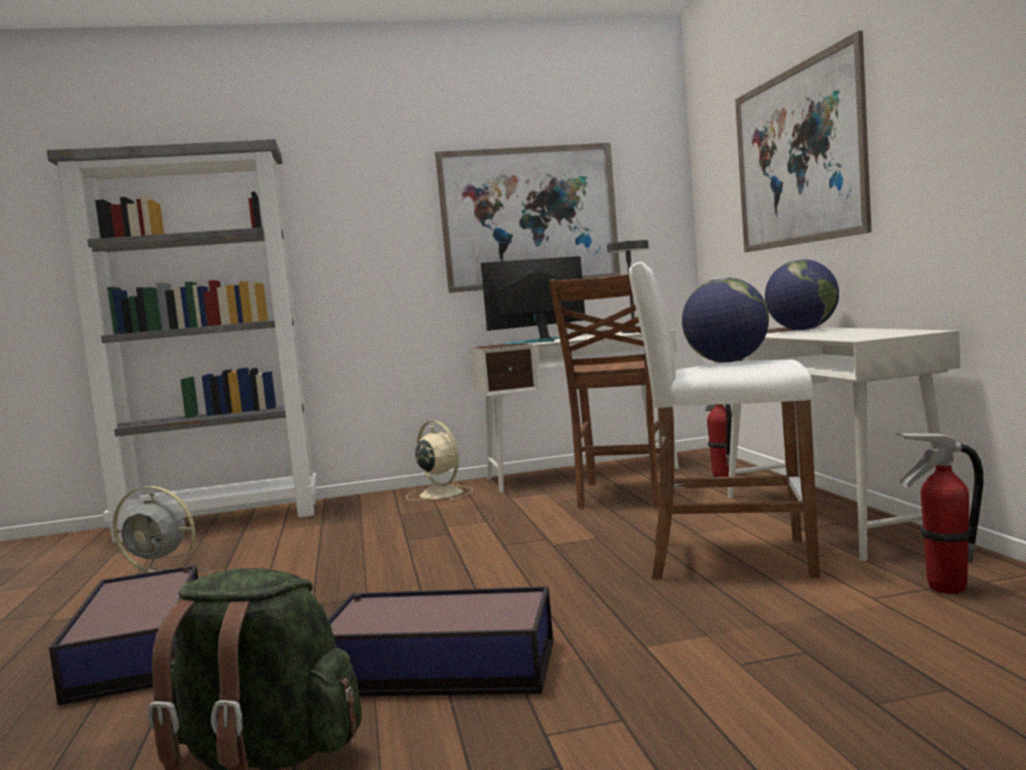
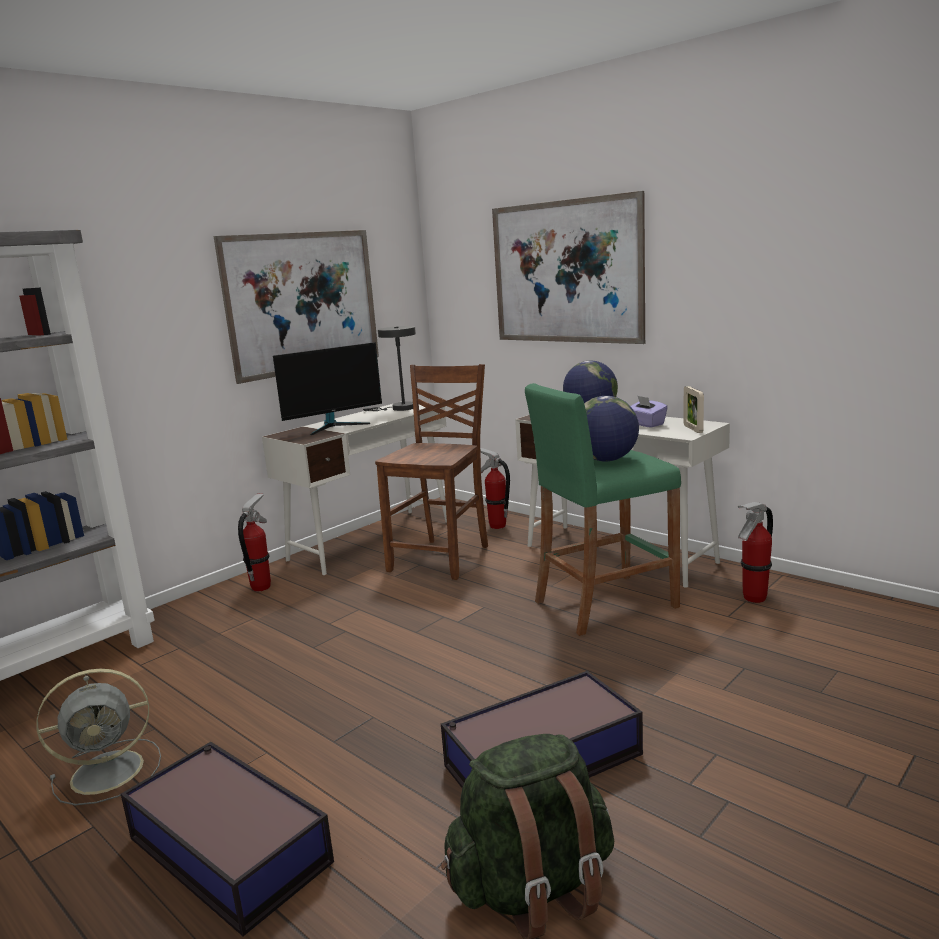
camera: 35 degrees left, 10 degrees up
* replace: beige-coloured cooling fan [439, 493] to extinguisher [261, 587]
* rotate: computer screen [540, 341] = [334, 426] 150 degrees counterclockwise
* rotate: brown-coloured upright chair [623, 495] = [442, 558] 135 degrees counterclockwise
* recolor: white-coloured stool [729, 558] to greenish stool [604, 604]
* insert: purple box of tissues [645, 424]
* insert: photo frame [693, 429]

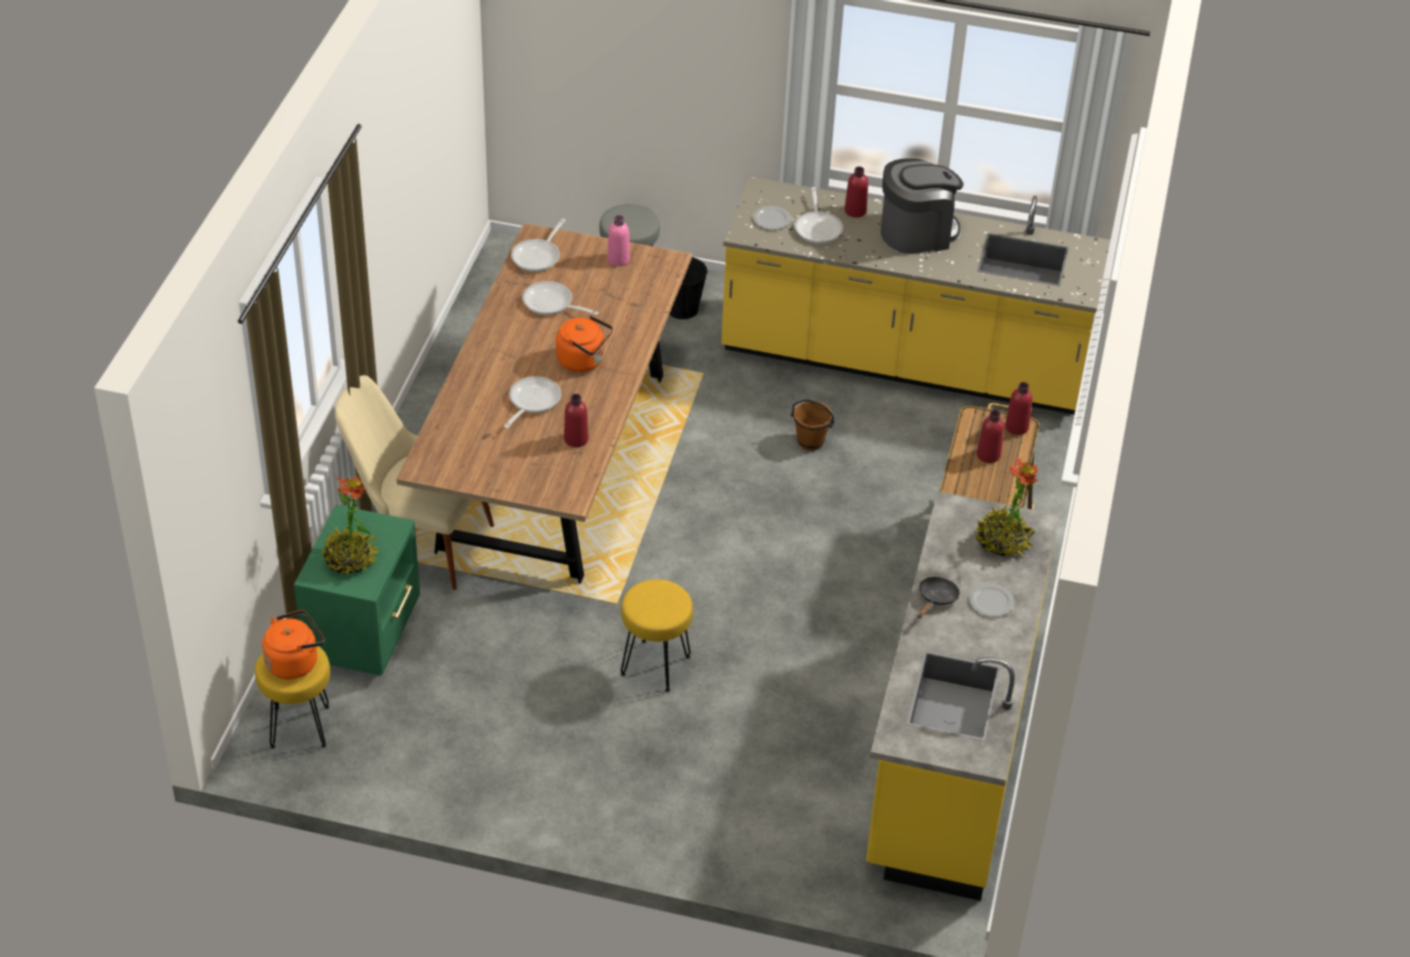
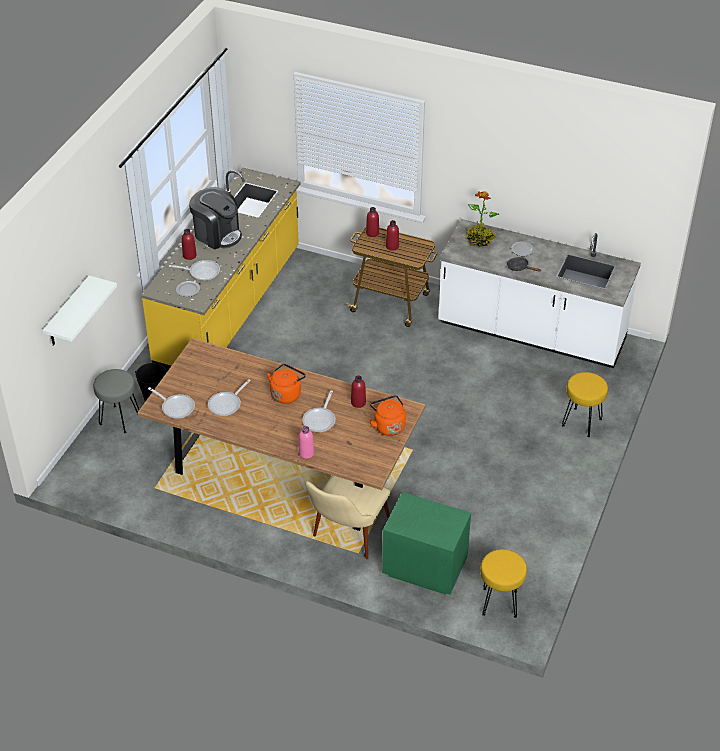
camera: 80 degrees left, 0 degrees up
* insert: white-coloured bracket shelf [68, 313]
* rotate: coffee brewer [917, 232] = [217, 234] 135 degrees clockwise
* move: pinkish beverage bottle [618, 259] to [306, 453]
* rotate: frying pan [532, 402] = [320, 419] 105 degrees counterclockwise
* move: orangey kettle [295, 662] to [388, 425]
* recolor: yellow-coloured kitchen base unit [949, 751] to white-coloured kitchen base unit [531, 333]
* move: yellow-coloured stool [656, 665] to [581, 422]
* delete: potted plant [349, 560]
* delete: brown-coloured pail [810, 441]

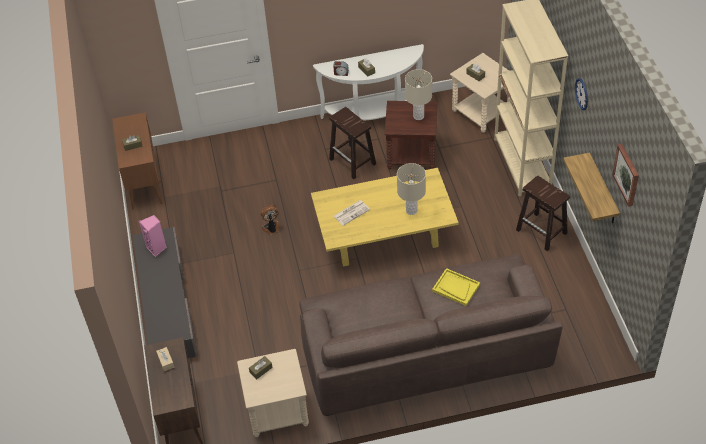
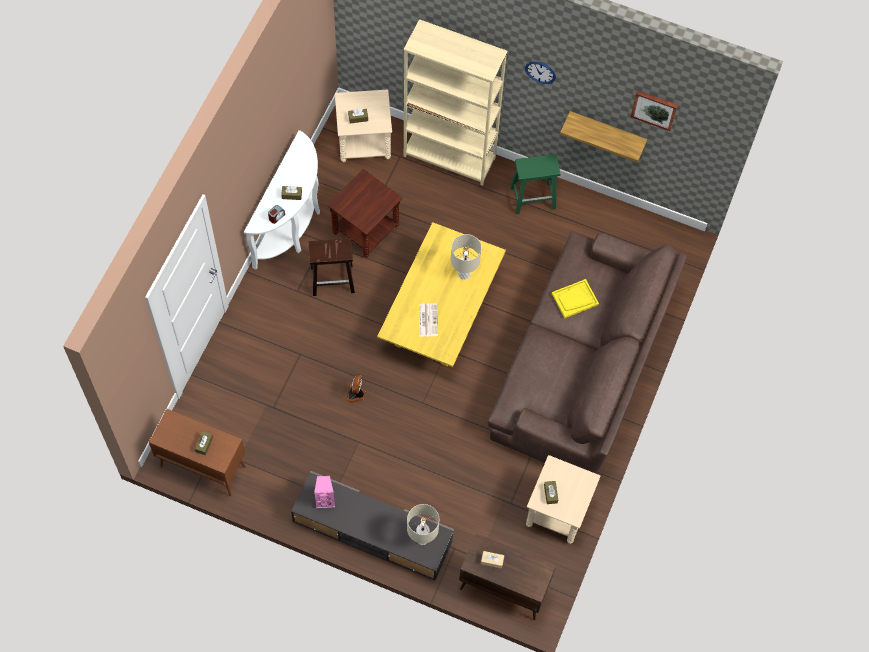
camera: 60 degrees left, 15 degrees up
* move: beige-coloured lamp for a table [418, 116] to [422, 538]
* recolor: brown-coloured stool [542, 232] to greenish stool [533, 197]

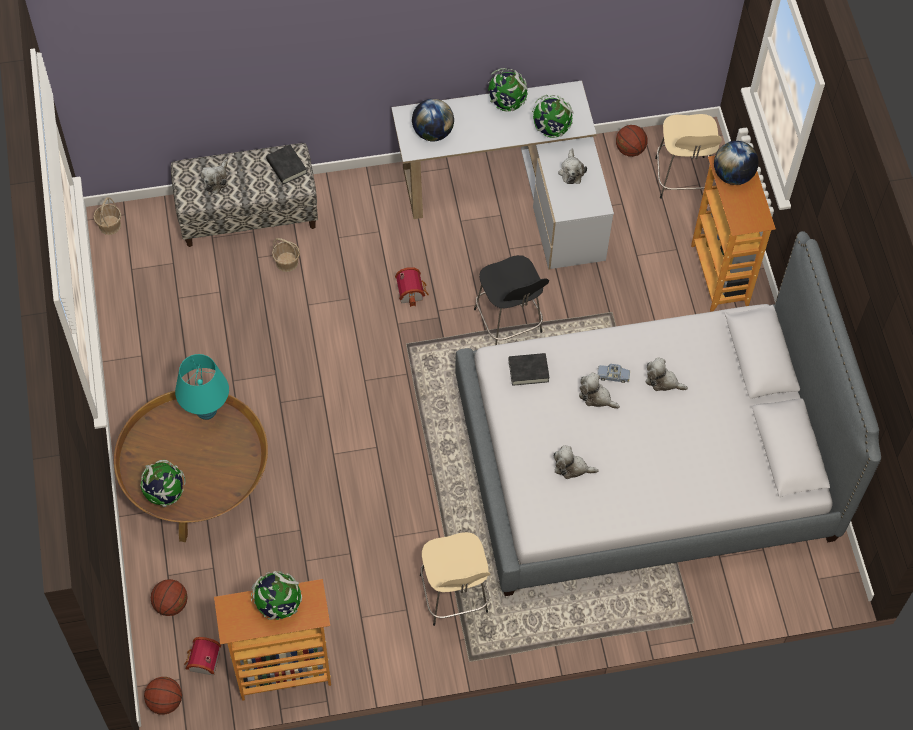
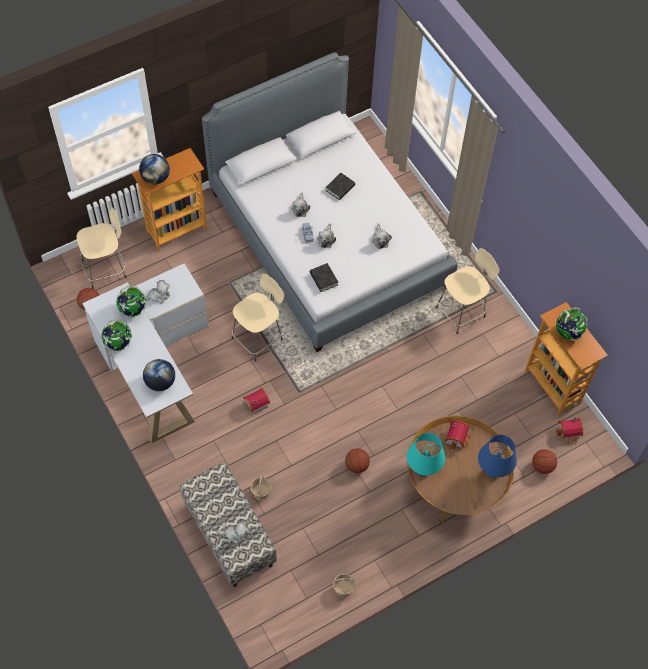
camera: 110 degrees left, 0 degrees up
* recolor: black-coloured stool [509, 323] to beige-coloured stool [258, 338]
* move: black-coloured bound book [286, 167] to [340, 188]
* move: household basket [109, 225] to [343, 588]
* move: ball for basketball [165, 701] to [356, 465]
* insert: miniature house [457, 438]
* replace: world globe [165, 494] to bluish lamp for a table [492, 472]

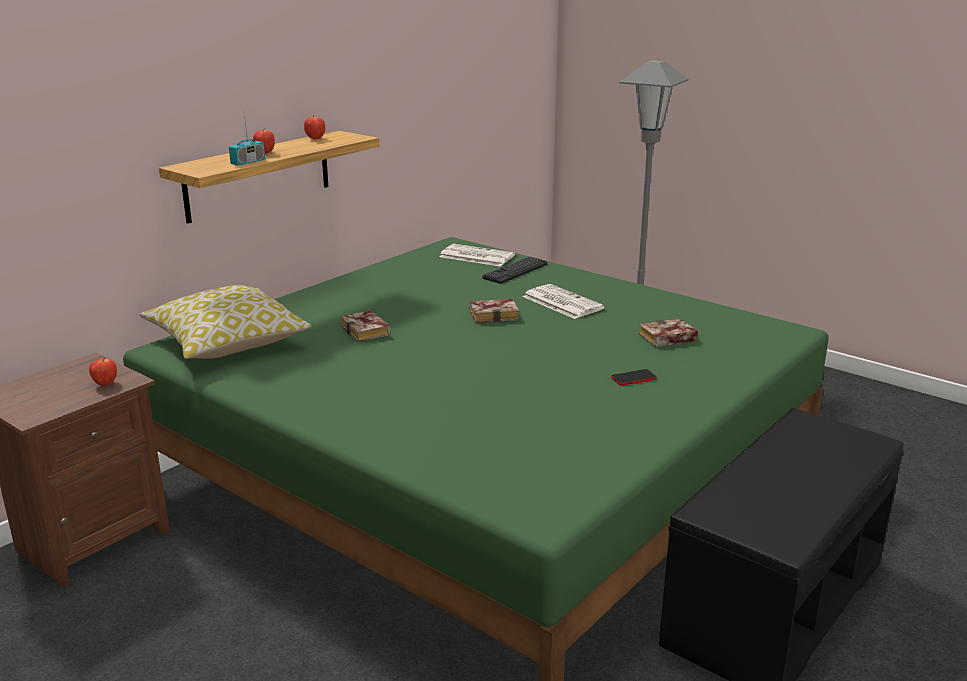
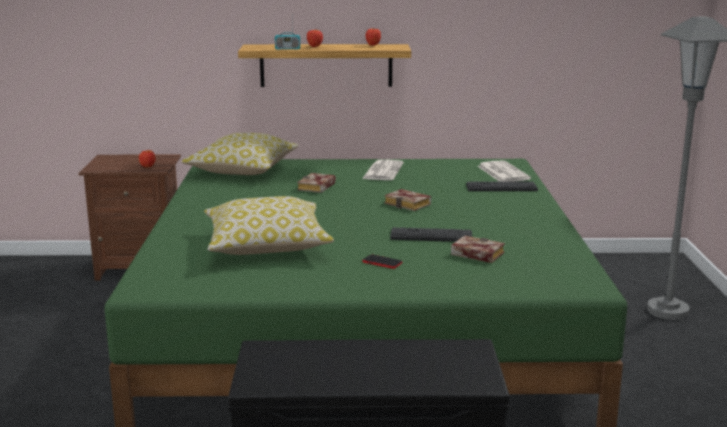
camera: 50 degrees right, 5 degrees down
* insert: throw pillow [266, 246]
* move: newspaper [561, 302] to [382, 171]
* insert: PC keyboard [431, 236]

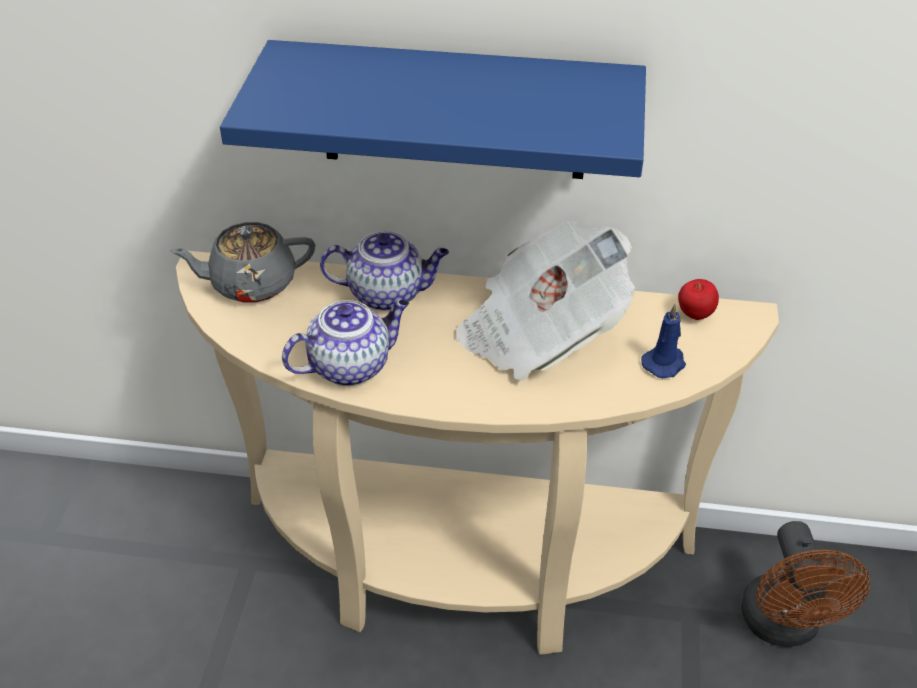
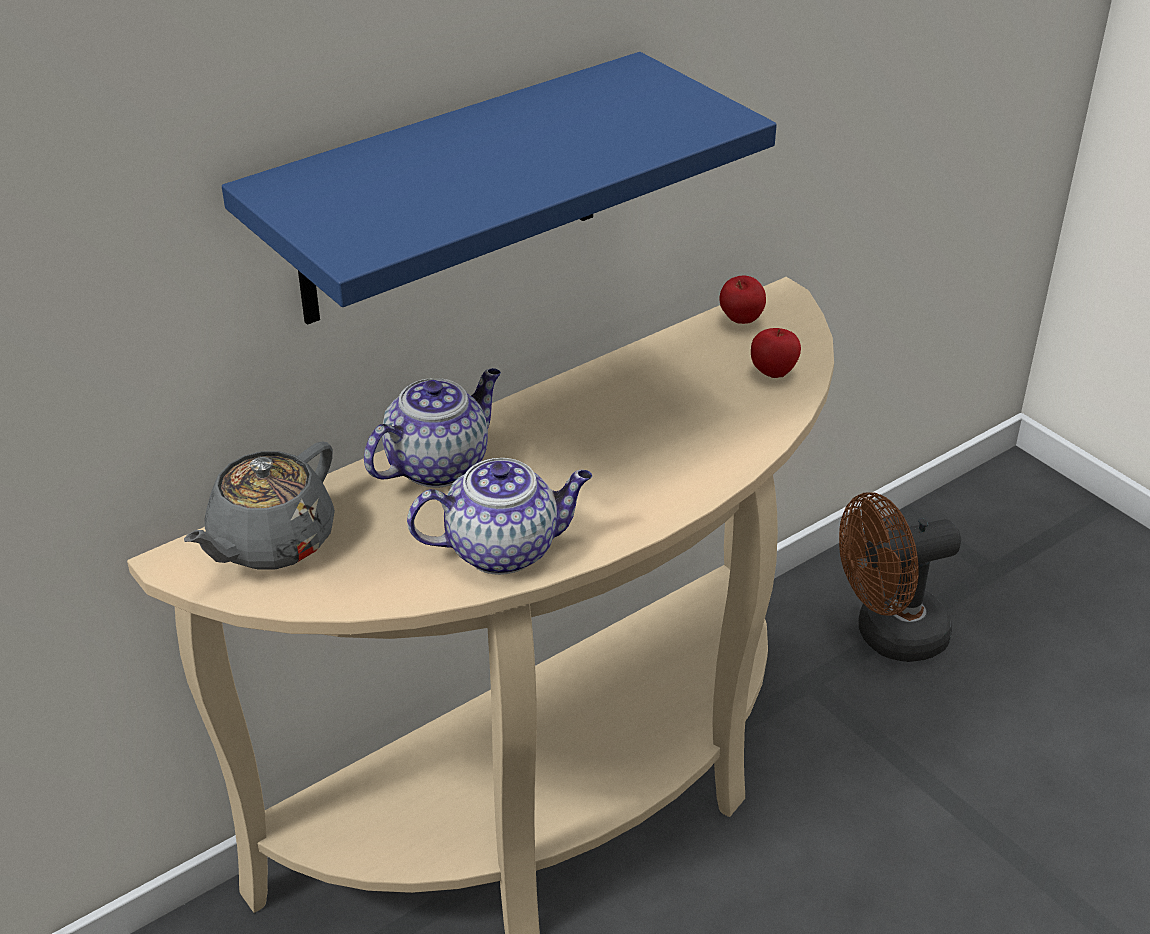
camera: 45 degrees left, 5 degrees down
* rotate: tea pot [351, 365] = [504, 549] 60 degrees clockwise
* replace: bluish candle [664, 363] to apple [773, 373]
* rotate: brown-coloured cooling fan [784, 627] = [888, 636] 120 degrees clockwise
* delete: newspaper [540, 332]

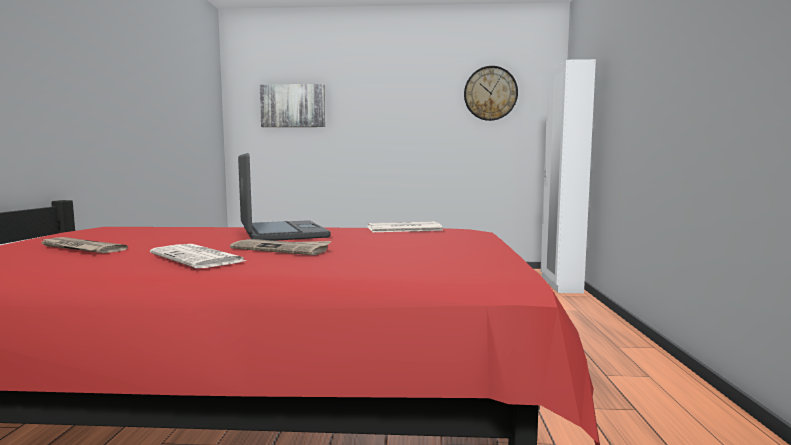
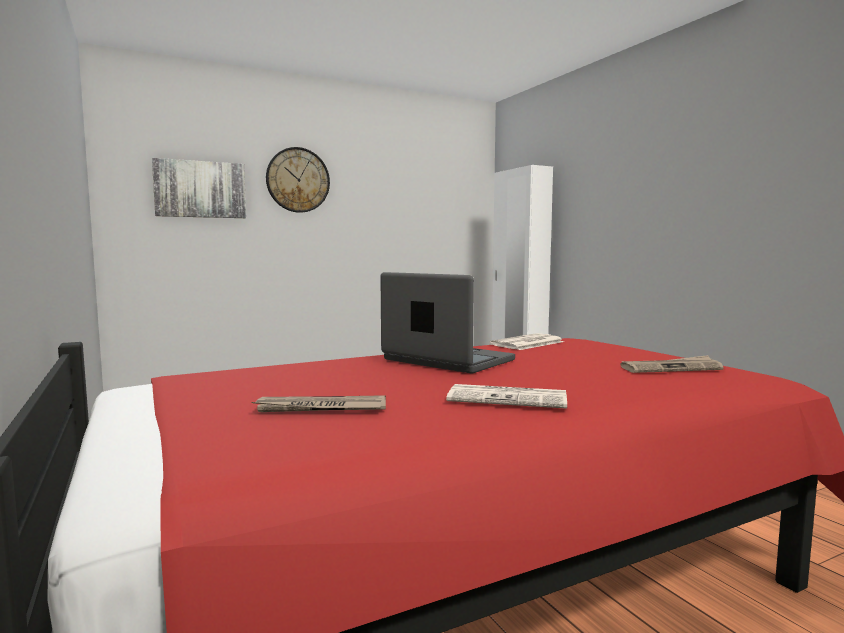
camera: 30 degrees left, 0 degrees up
* move: wall clock [490, 93] to [298, 180]
* move: newspaper [281, 249] to [671, 368]

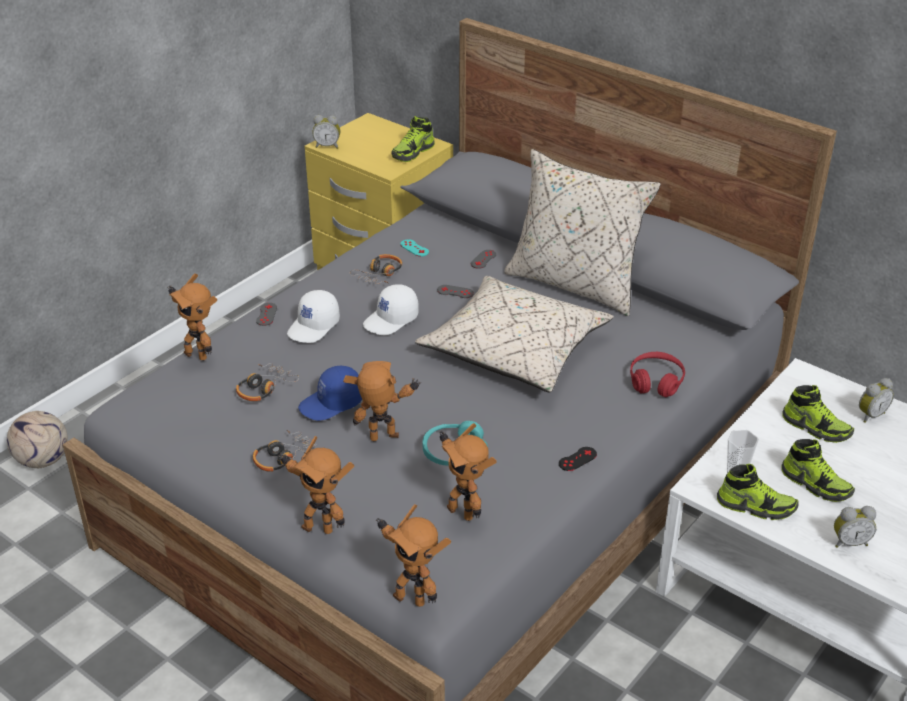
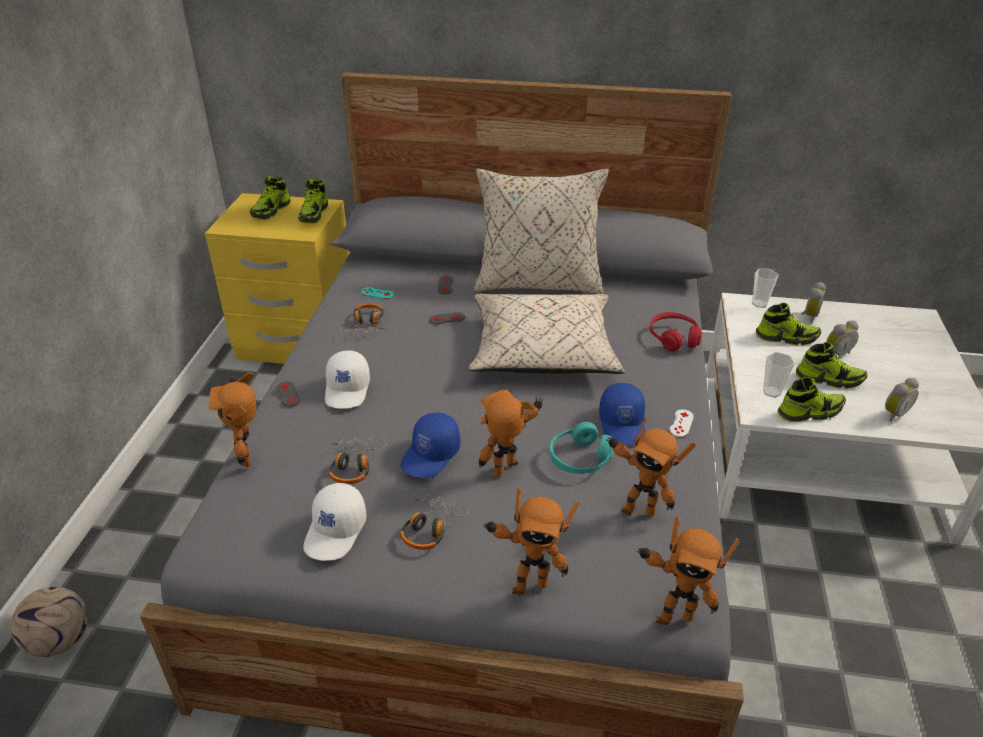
camera: 30 degrees left, 0 degrees up
* rotate: toy robot [198, 354] = [249, 457] 60 degrees clockwise
* insert: low shoe [271, 211]
* move: white-coloured peaked cap [391, 320] to [336, 532]
* insert: bluish peaked cap [623, 424]
* recolor: black-coloured joypad [577, 459] to white-coloured joypad [681, 423]
* insert: cup [759, 304]
* move: alarm clock [327, 146] to [836, 353]

